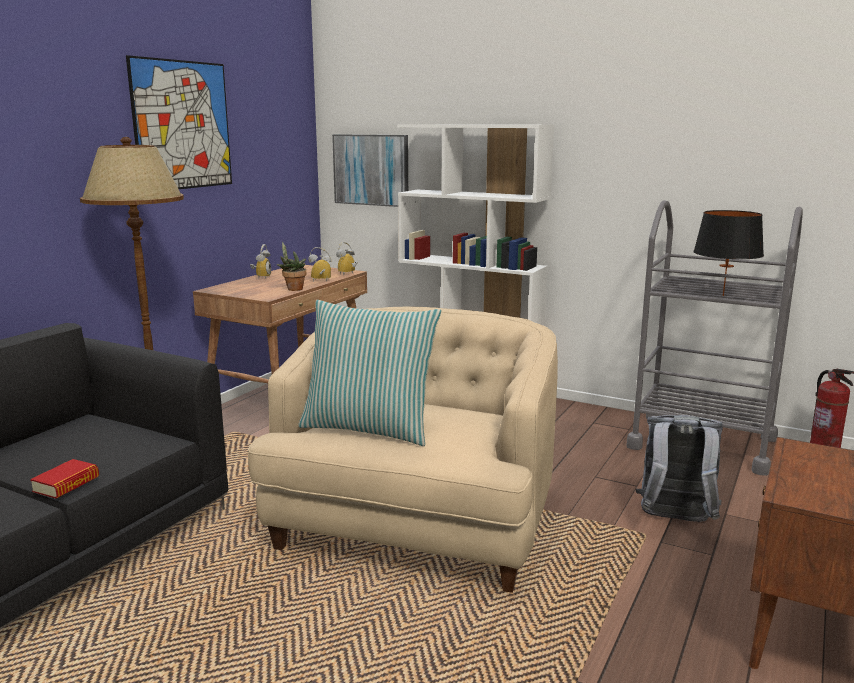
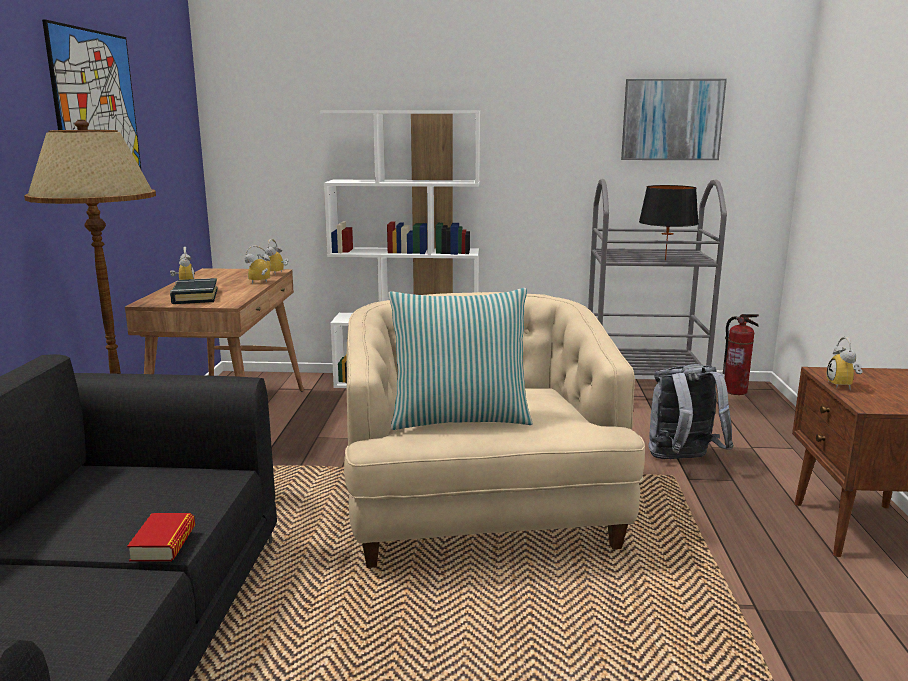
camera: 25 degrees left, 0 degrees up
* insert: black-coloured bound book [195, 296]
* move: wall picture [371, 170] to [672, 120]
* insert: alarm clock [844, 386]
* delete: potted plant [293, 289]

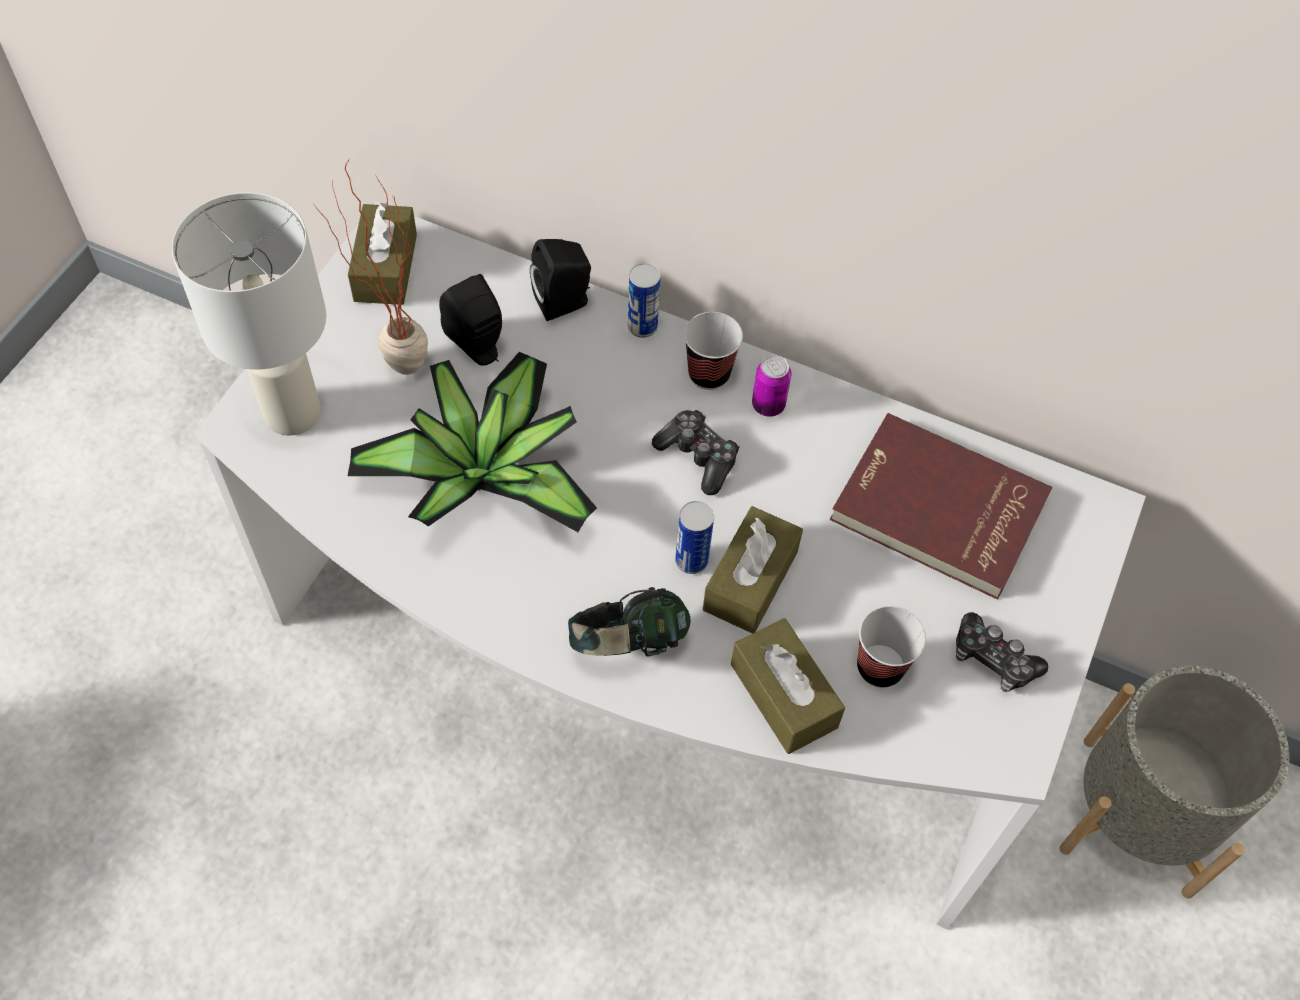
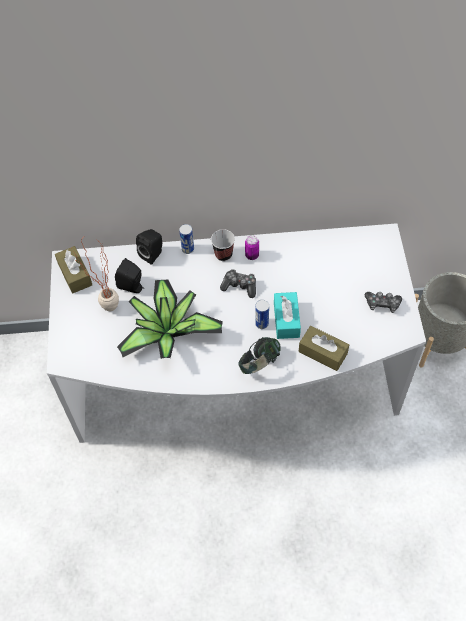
camera: 25 degrees left, 0 degrees up
* recolor: brown-coloured box of tissues [750, 580] to turquoise-coloured box of tissues [286, 320]
* delete: white-coloured lamp for a table [292, 411]
* delete: red-coloured bound book [937, 511]
* delete: cup [880, 667]

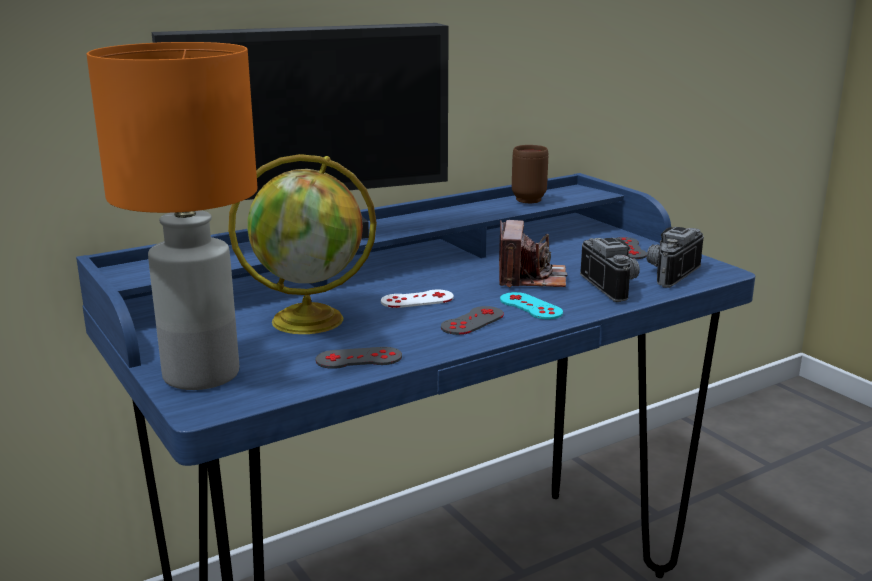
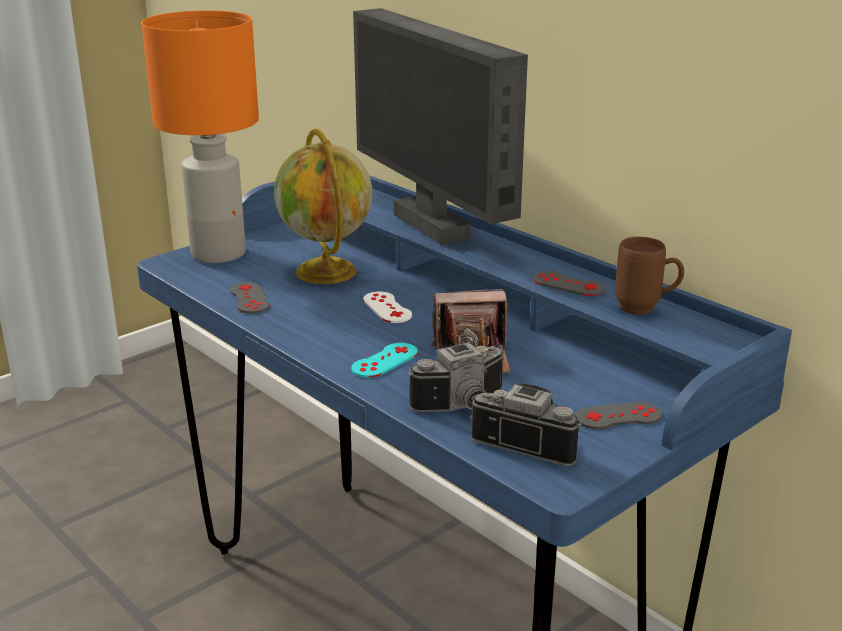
camera: 80 degrees right, 5 degrees up
* move: grey joypad [472, 321] to [568, 284]

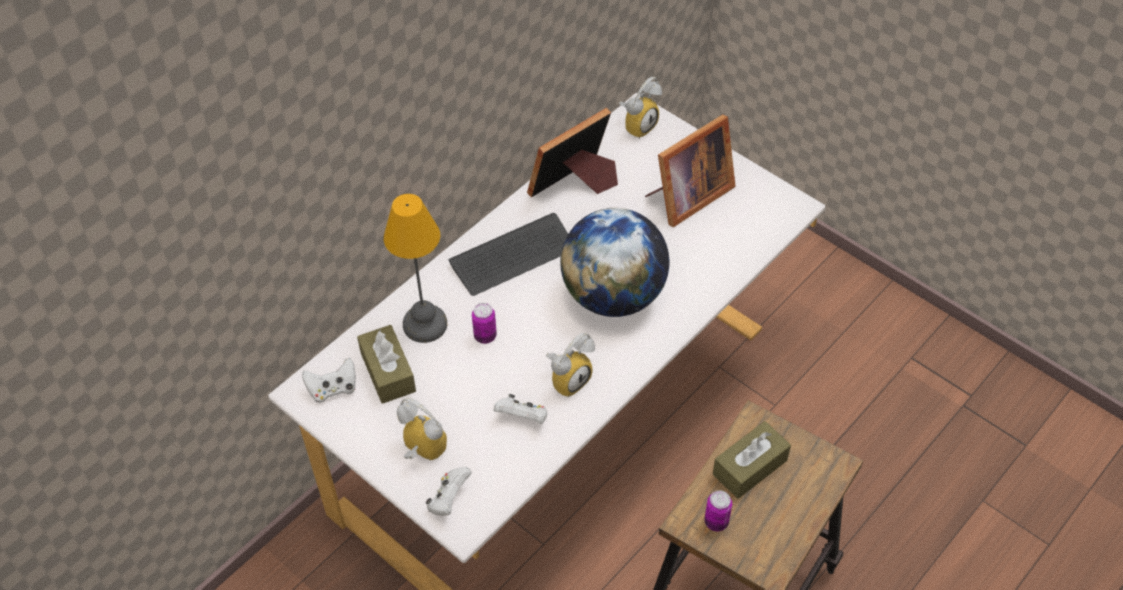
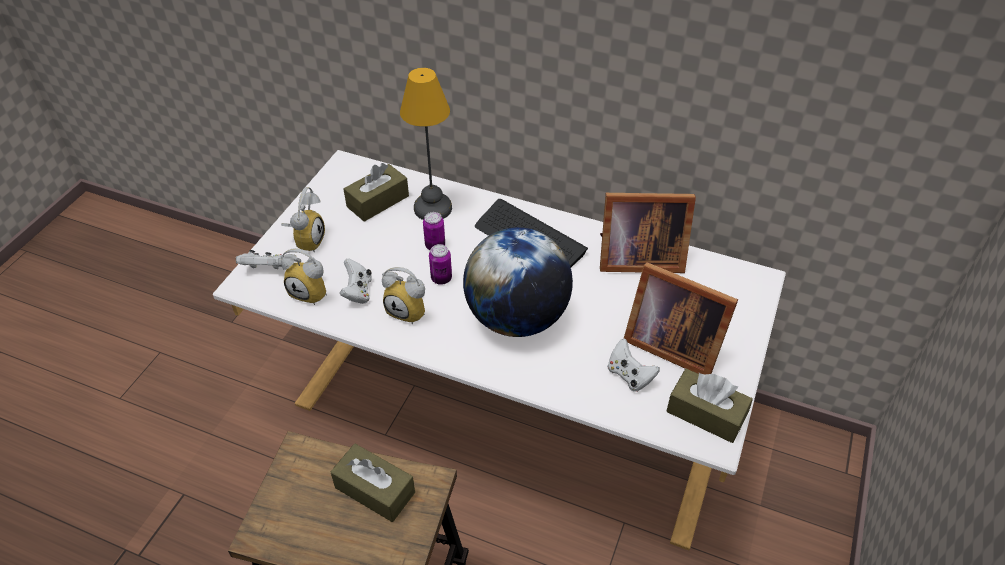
camera: 70 degrees right, 5 degrees down
* move: alarm clock [638, 125] to [312, 292]
* move: can [716, 522] to [441, 278]
* rotate: photo frame [576, 184] = [636, 258] 150 degrees clockwise
* move: white-coloured joypad [333, 389] to [629, 375]
* insert: brown-coloured box of tissues [706, 414]

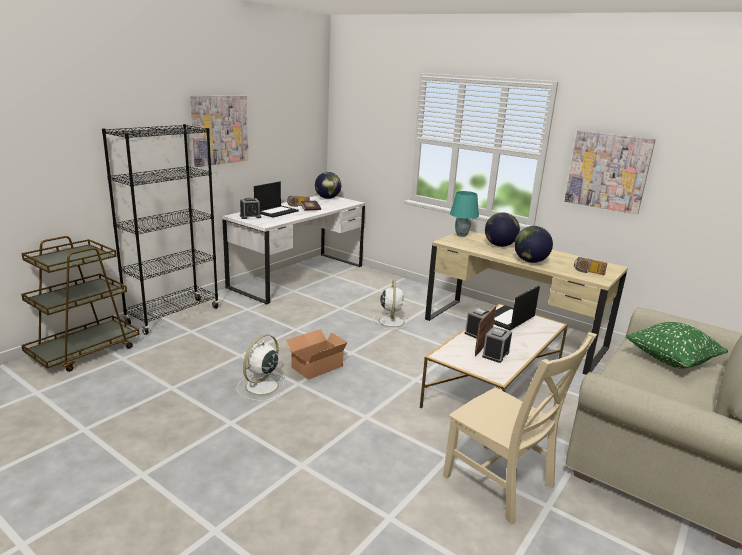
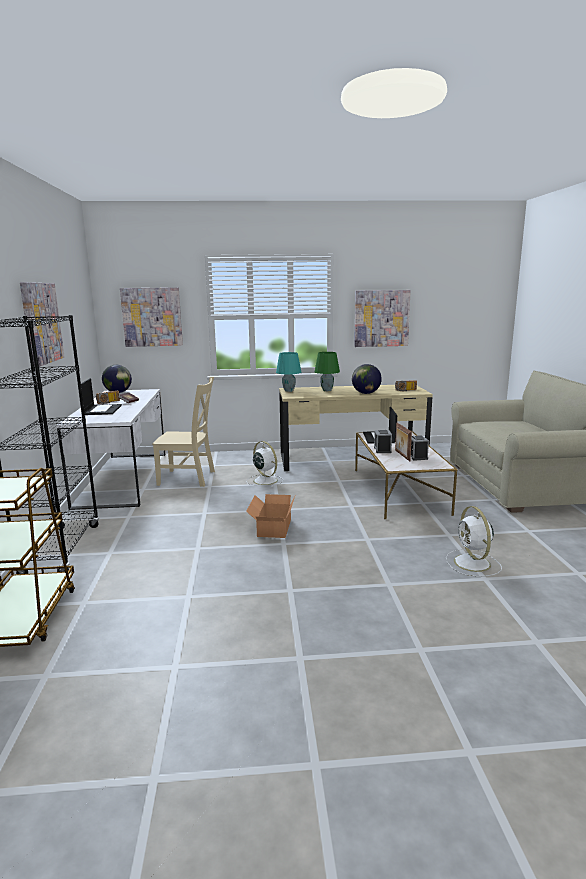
camera: 40 degrees left, 5 degrees down
* insert: wall picture [152, 317]
* move: beige-coloured upright chair [502, 484] to [189, 478]
* replace: world globe [499, 245] to greenish lamp for a table [326, 390]
* move: white-coloured cooling fan [261, 387] to [473, 563]
* delete: alarm clock [250, 216]
* delete: greenish throw pillow [671, 360]

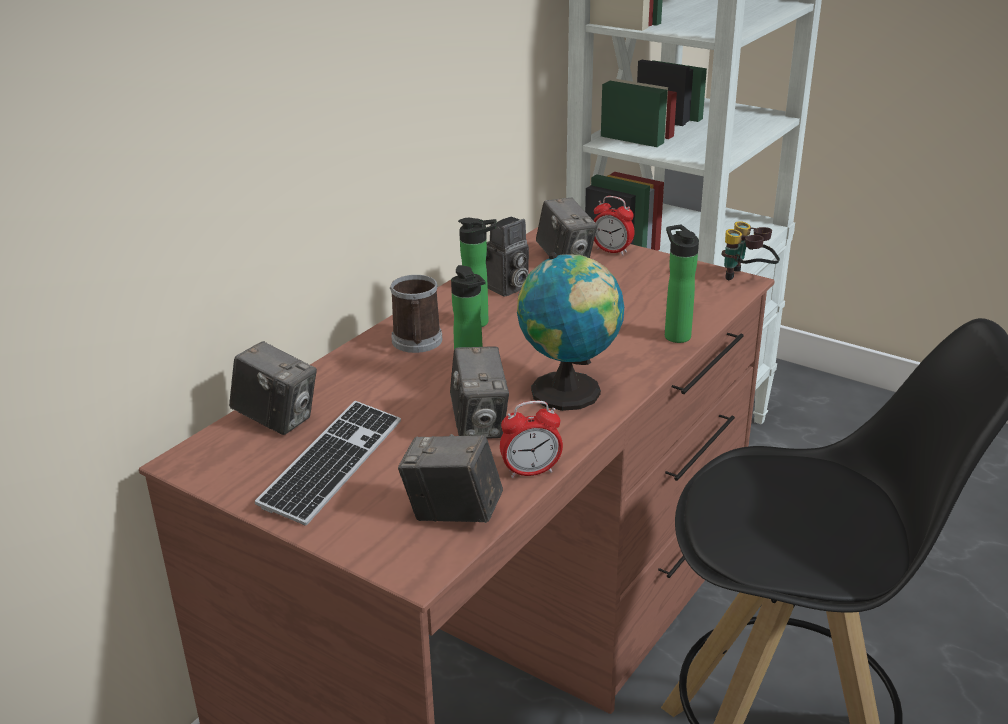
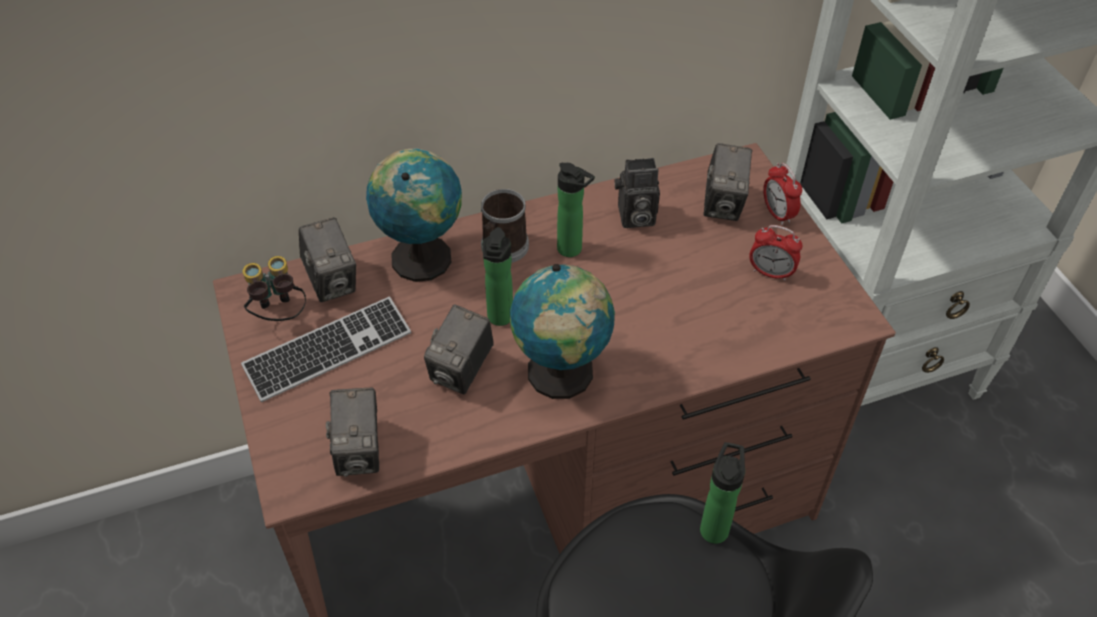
camera: 35 degrees right, 20 degrees up
* move: field glasses [747, 278] to [279, 315]
* rotate: photo camera [453, 513] = [360, 451] 150 degrees counterclockwise
* insert: world globe [422, 255]
* move: beverage bottle [675, 335] to [715, 526]
* move: alarm clock [531, 471] to [770, 273]

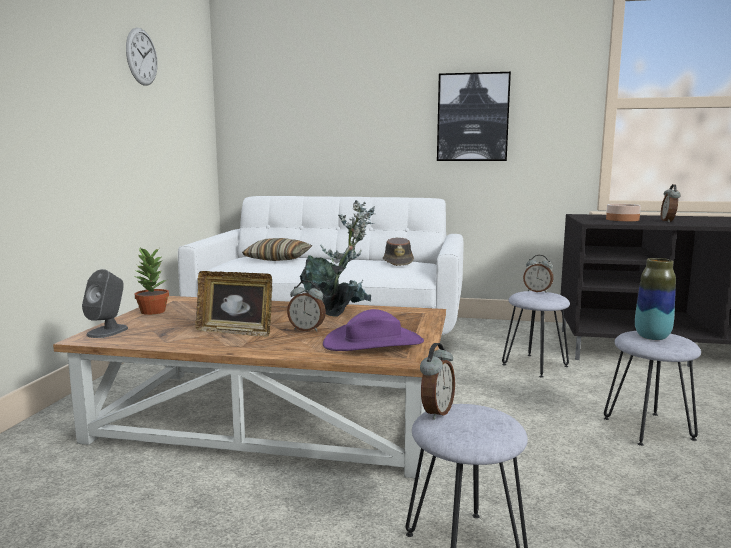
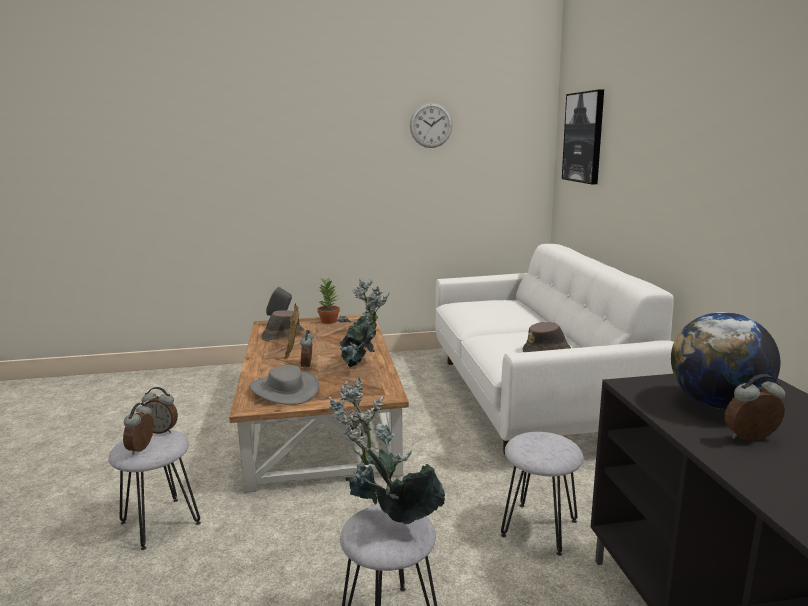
camera: 70 degrees right, 5 degrees up
* move: alarm clock [537, 291] to [142, 449]
* recolor: purple clothing hat [373, 343] to grey clothing hat [284, 390]
* insert: brown-coloured clothing hat [282, 335]
* replace: vase [652, 337] to potted plant [387, 522]
* move: wall picture [472, 117] to [584, 137]
* replace: bowl [623, 219] to world globe [717, 404]
* delete: throw pillow [278, 259]

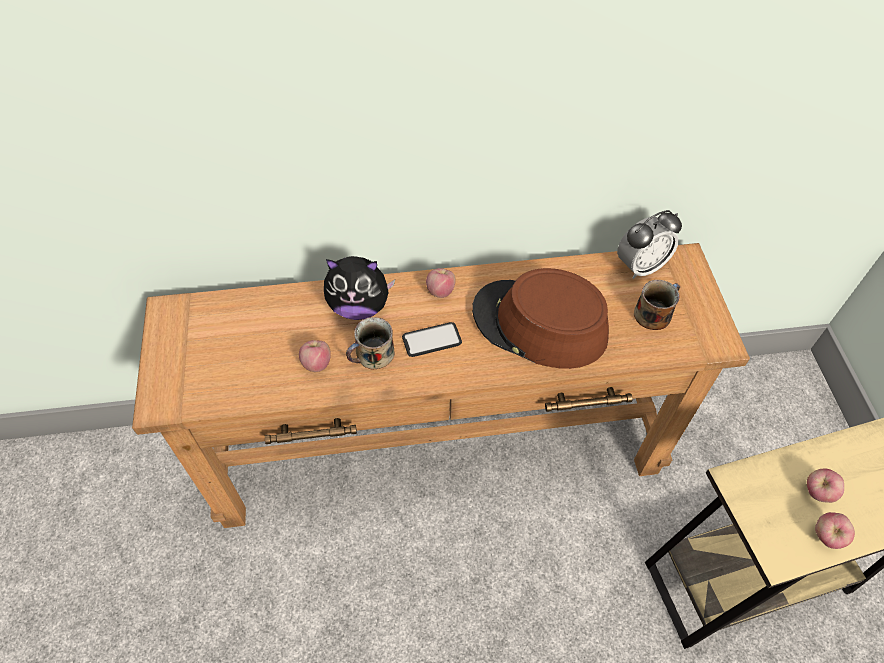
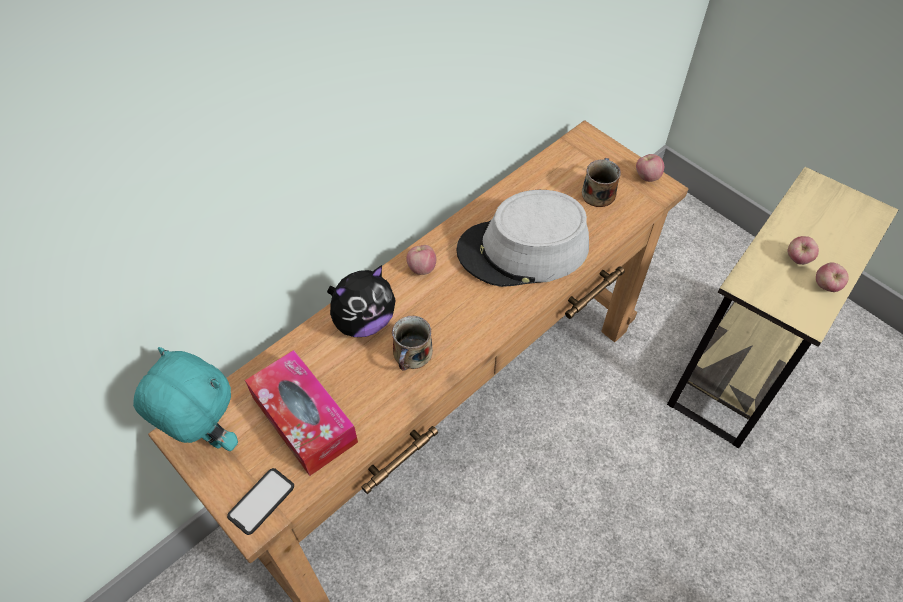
camera: 35 degrees left, 0 degrees up
* insert: turquoise-coloured cuddly toy [206, 438]
* move: handset [432, 340] to [261, 501]
* insert: box of tissues [304, 419]
* recolor: brown-coloured clothing hat [539, 325] to grey clothing hat [523, 250]
* move: apple [317, 363] to [647, 177]
* delete: alarm clock [640, 266]

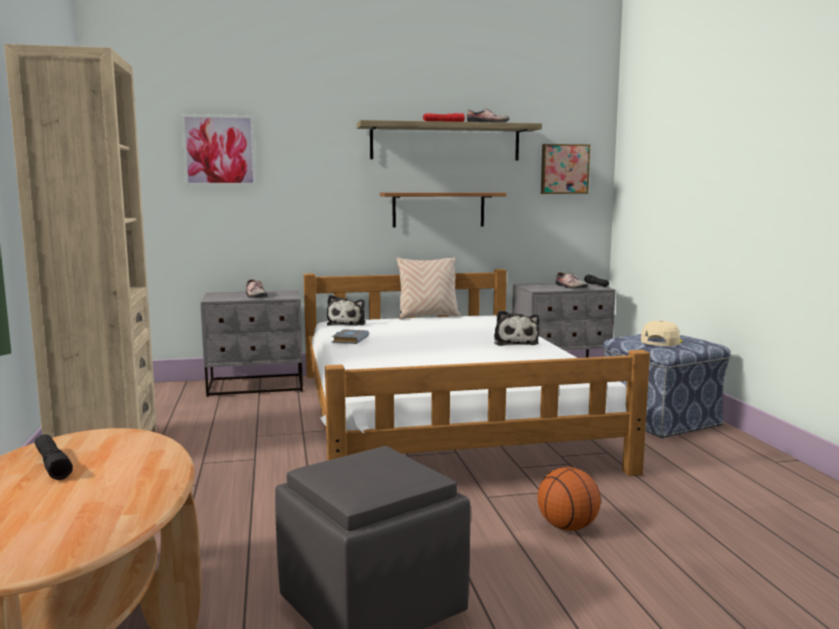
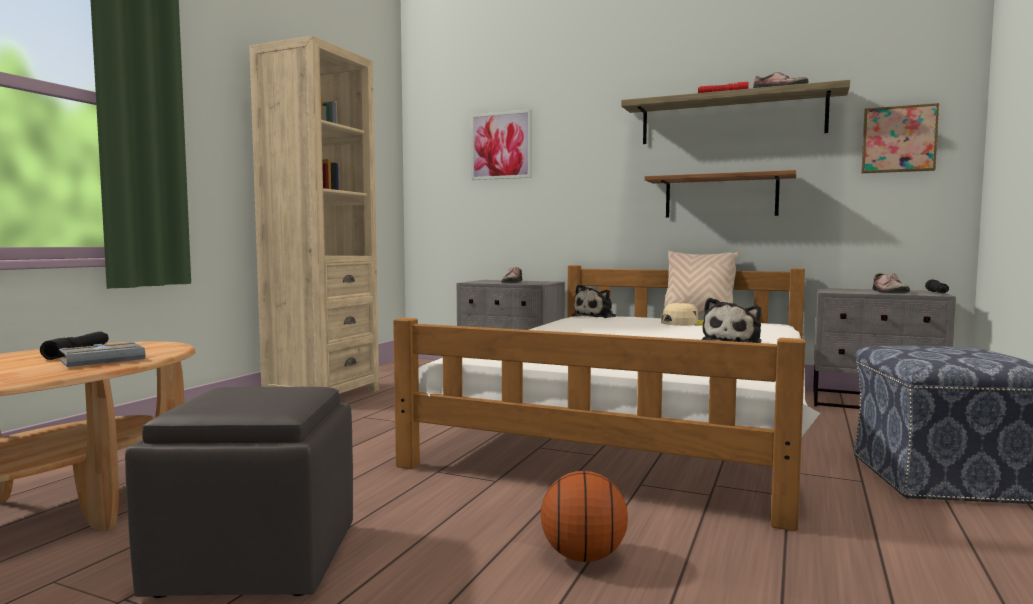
camera: 35 degrees right, 5 degrees down
* move: grey bound book [349, 340] to [104, 360]
* move: beige-coloured peaked cap [661, 341] to [683, 323]

